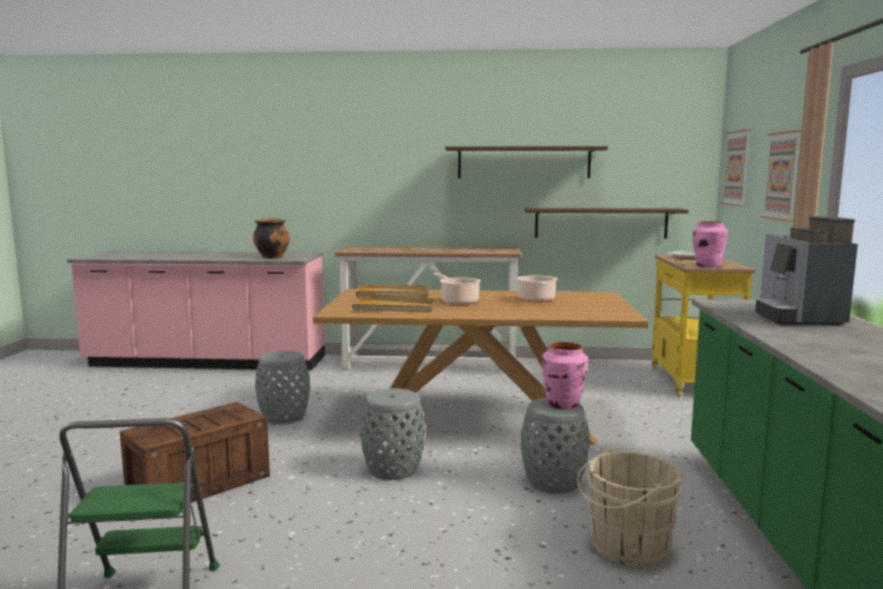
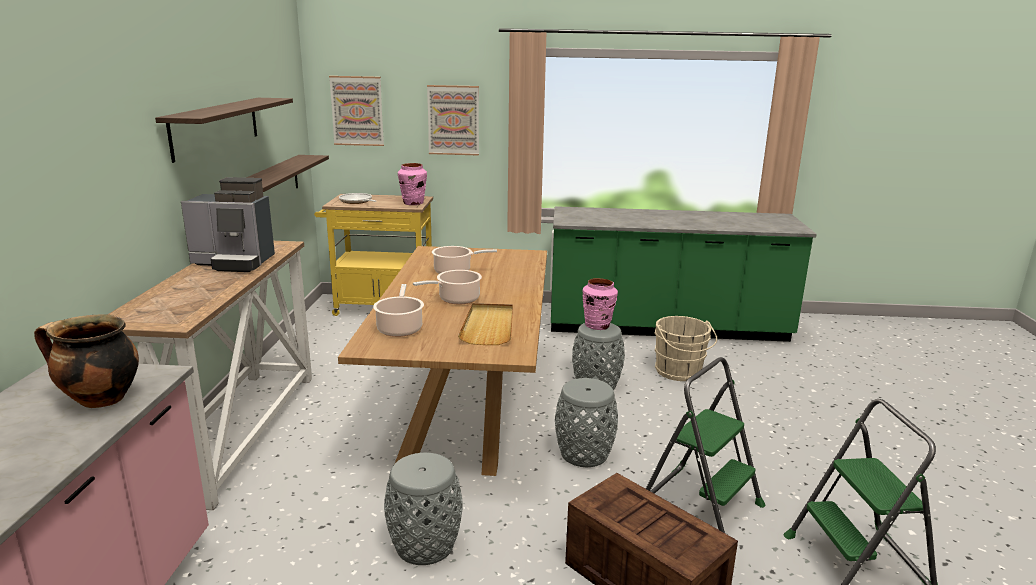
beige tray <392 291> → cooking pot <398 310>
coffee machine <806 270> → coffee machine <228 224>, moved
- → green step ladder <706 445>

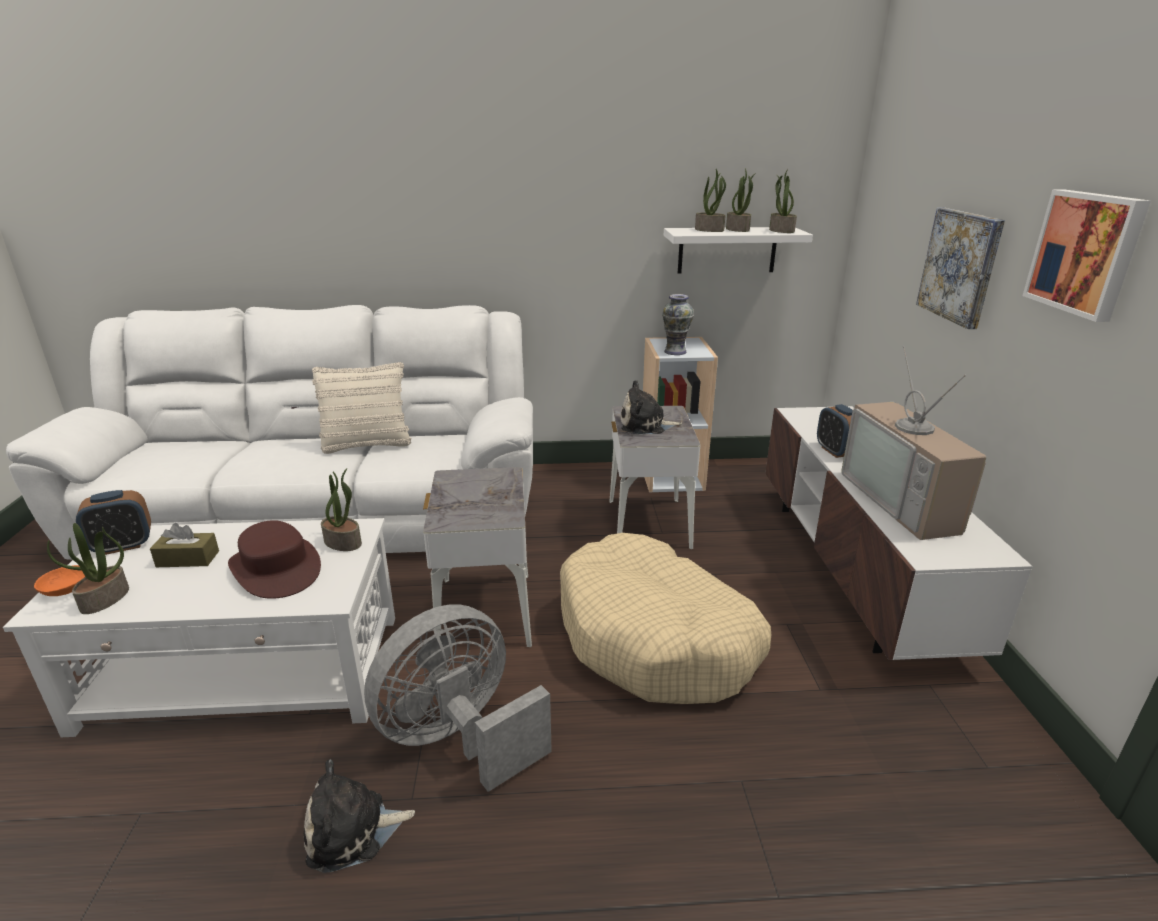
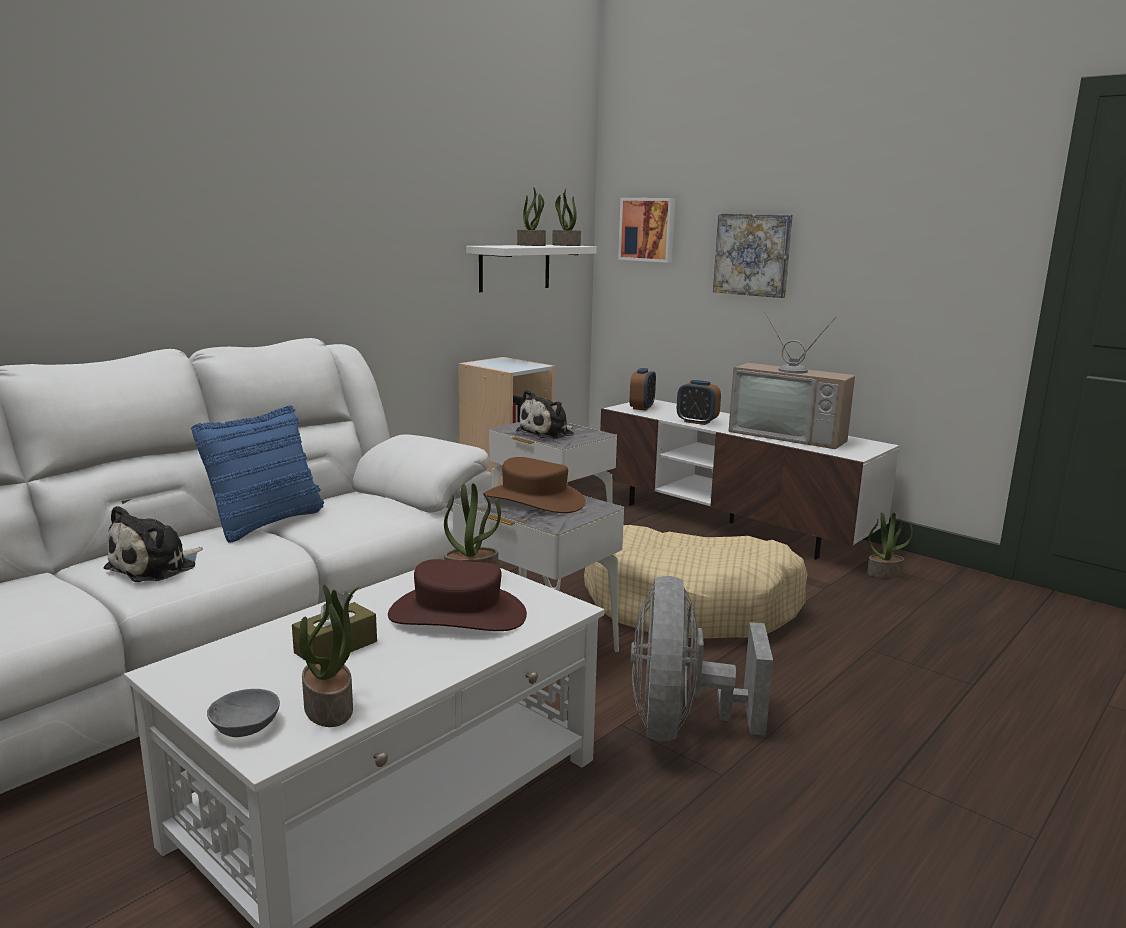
orange bowl <60 580> → grey bowl <243 713>
alarm clock <113 522> → alarm clock <643 389>, moved
plush toy <359 816> → plush toy <153 544>, moved
beige pillow <362 408> → blue pillow <257 474>
vase <678 324> → -
potted plant <710 200> → potted plant <890 545>, moved
picture <1086 256> → picture <646 230>, moved
- → brown hat <534 485>

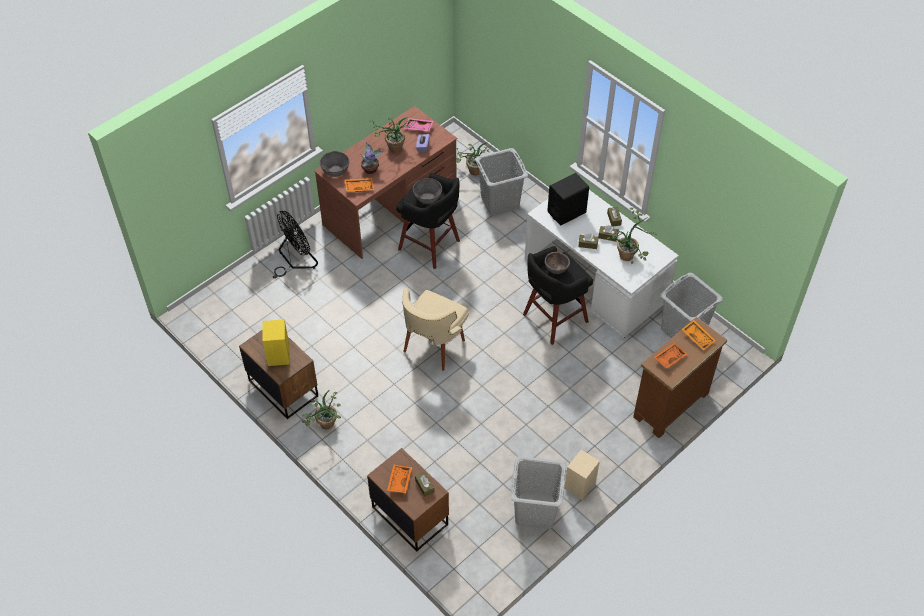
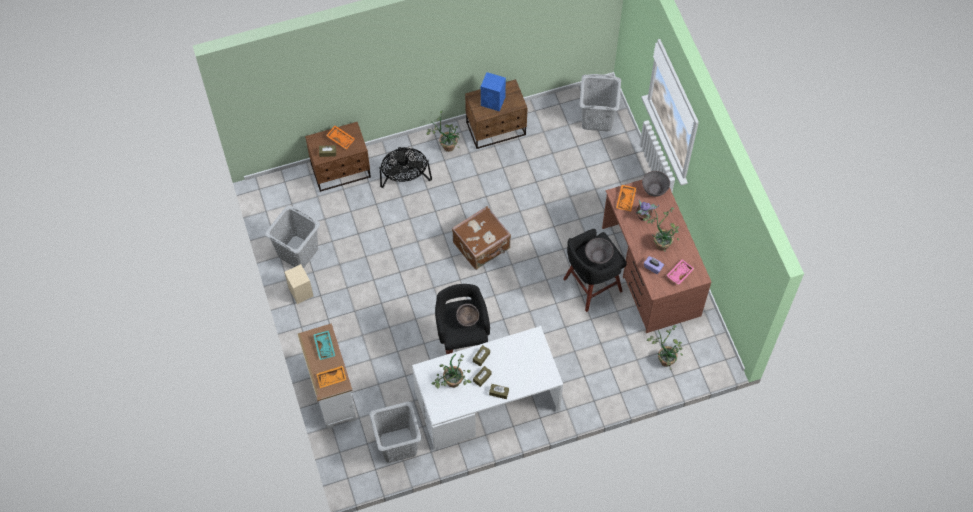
yellow speaker <276 342> → blue speaker <493 92>
black fan <295 244> → black fan <405 167>, moved
beige chair <435 329> → brown suitcase <481 238>
grey laundry basket <501 182> → grey laundry basket <600 103>, moved
black speaker <568 199> → -
brown dresser <680 377> → white dresser <326 376>
orange tray <670 355> → turquoise tray <324 345>

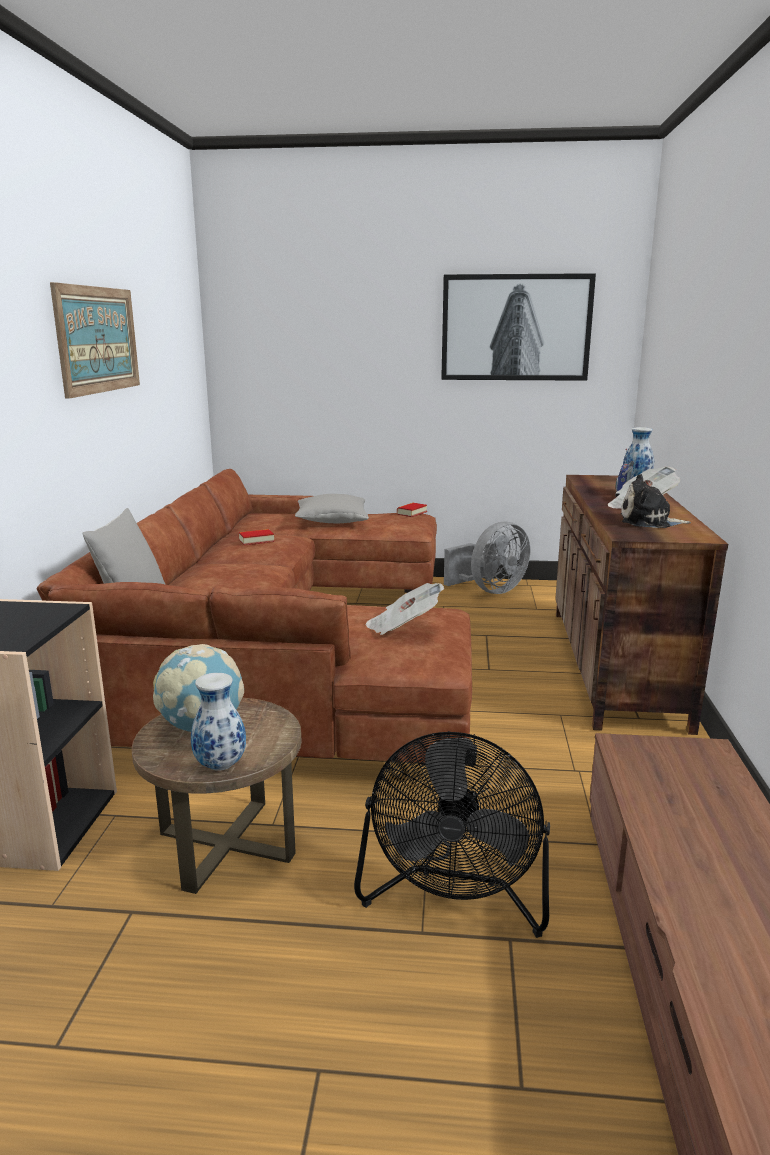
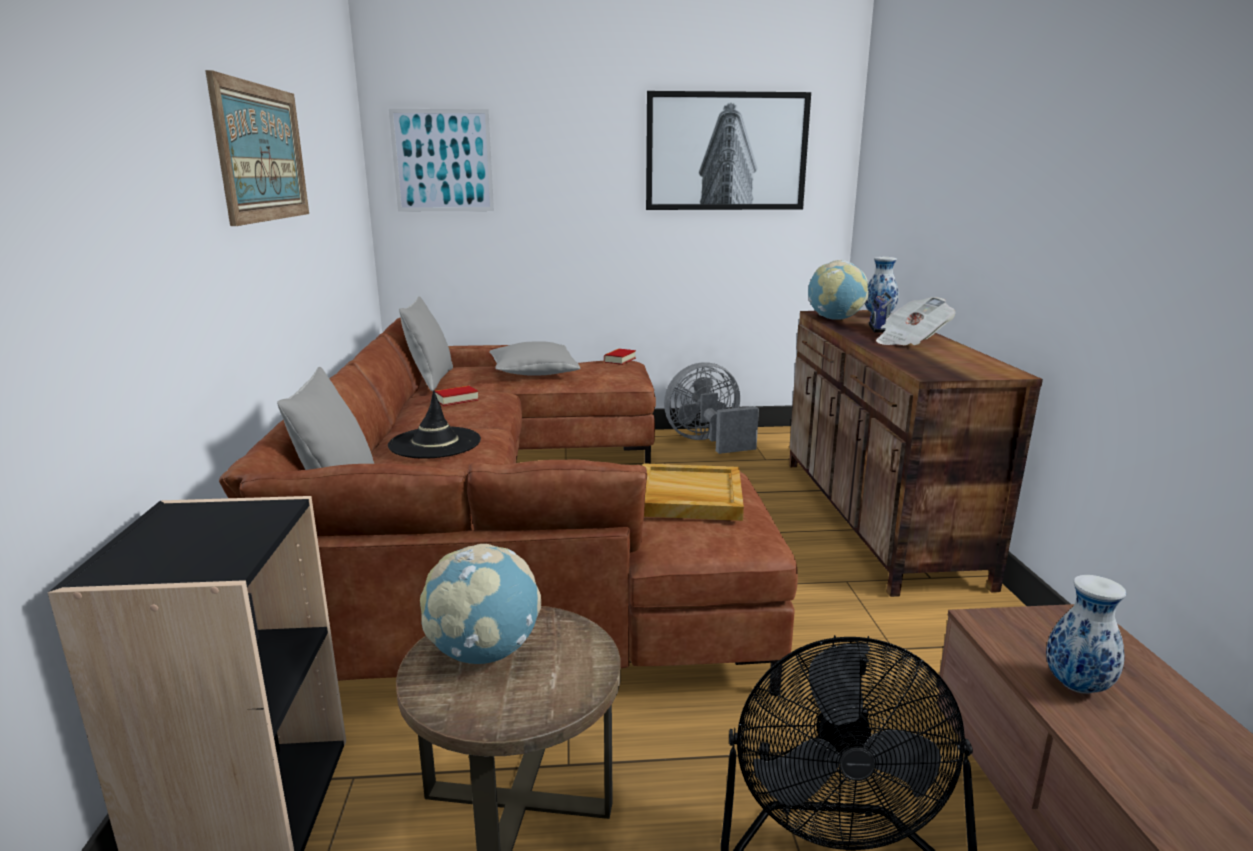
vase <218 722> → vase <1086 634>, moved
newspaper <404 609> → beige tray <693 492>
grey fan <487 558> → grey fan <711 408>, 150 degrees counterclockwise
plush toy <656 501> → -
- → black hat <434 424>
- → picture <441 160>
- → grey pillow <426 343>
- → globe <838 290>

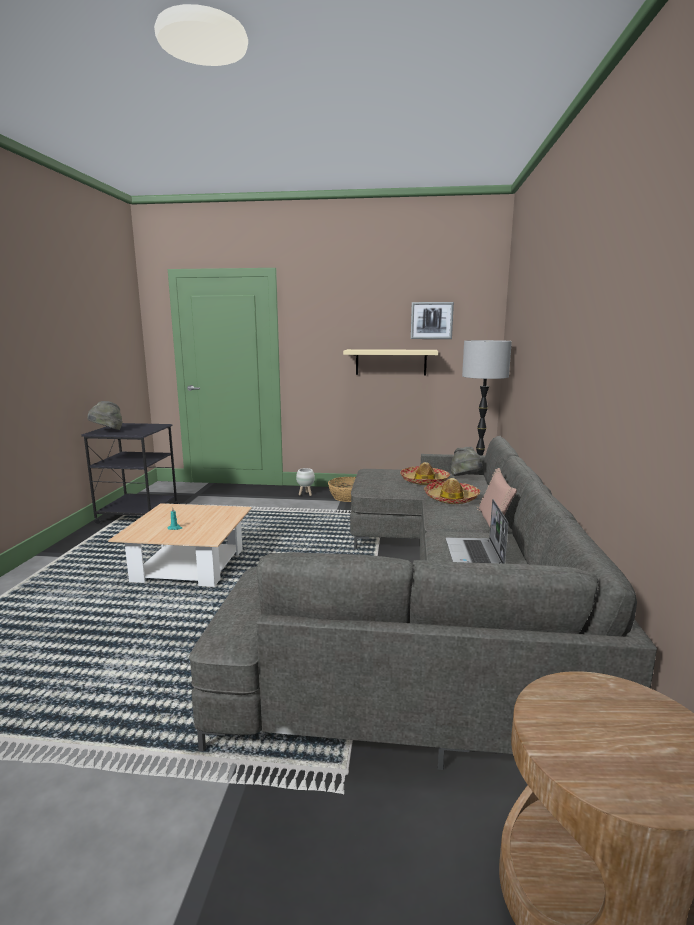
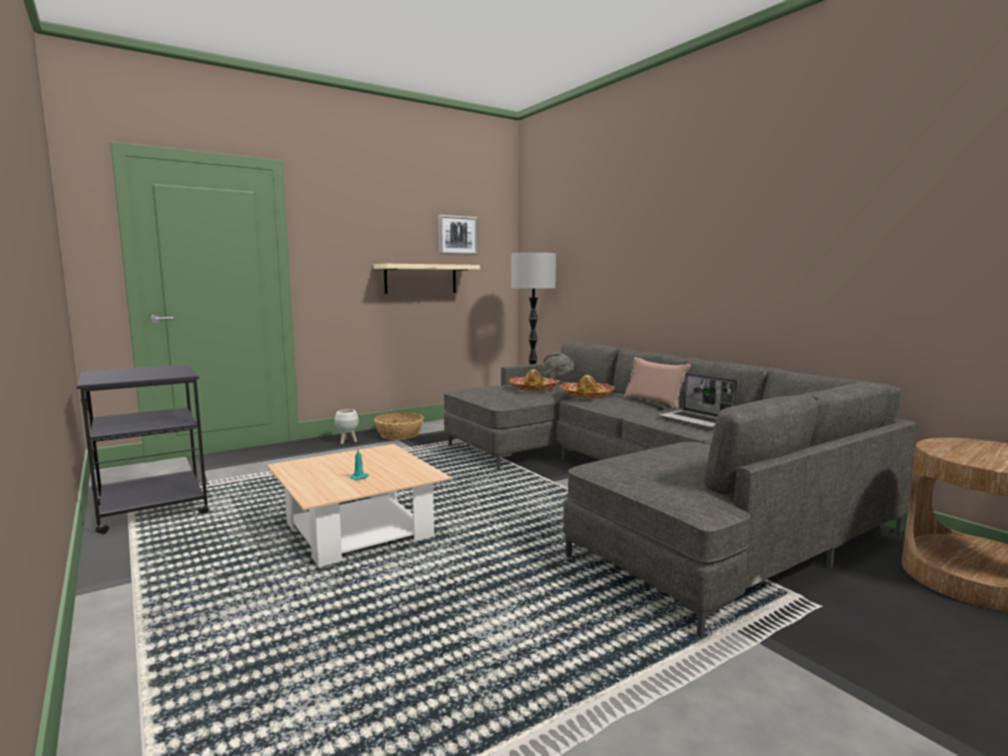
grey hat <105 415> → -

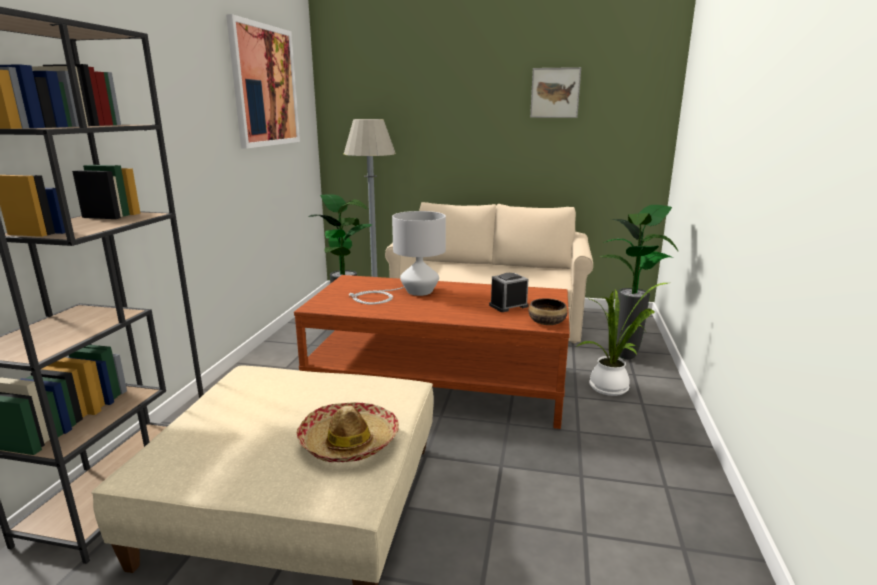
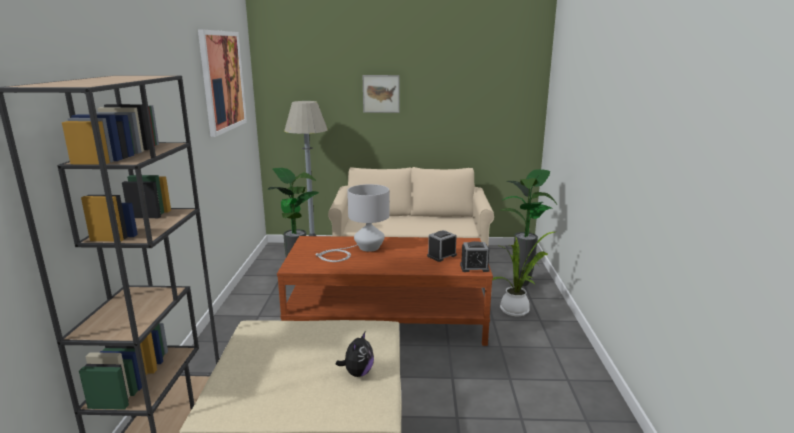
hat <348 432> → plush toy <355 354>
bowl <548 311> → alarm clock <475 256>
picture <555 92> → picture <381 94>, moved

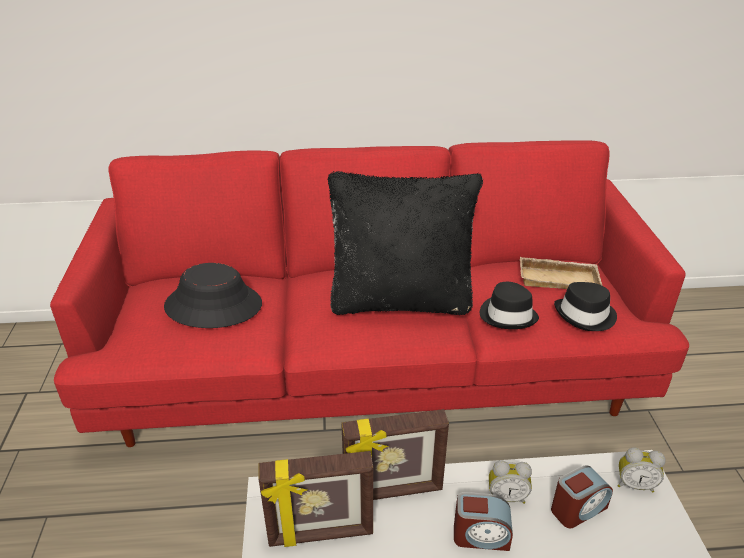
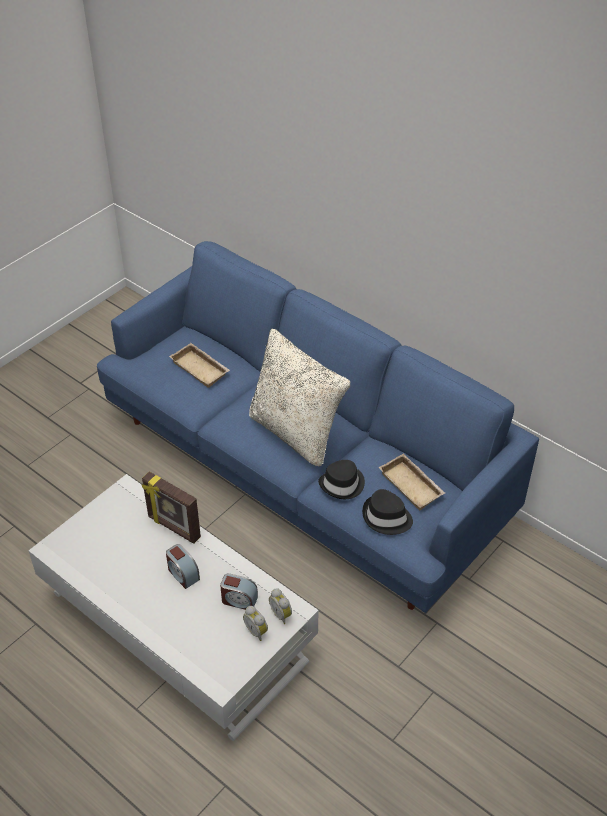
red sofa <369 293> → blue sofa <318 427>
black hat <213 295> → beige tray <199 365>
picture frame <316 499> → -
black pillow <405 243> → beige pillow <300 398>
alarm clock <510 482> → alarm clock <255 623>, moved

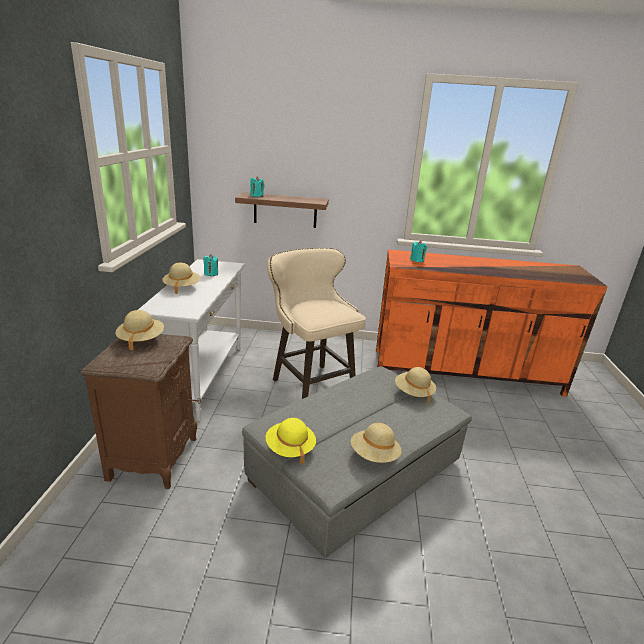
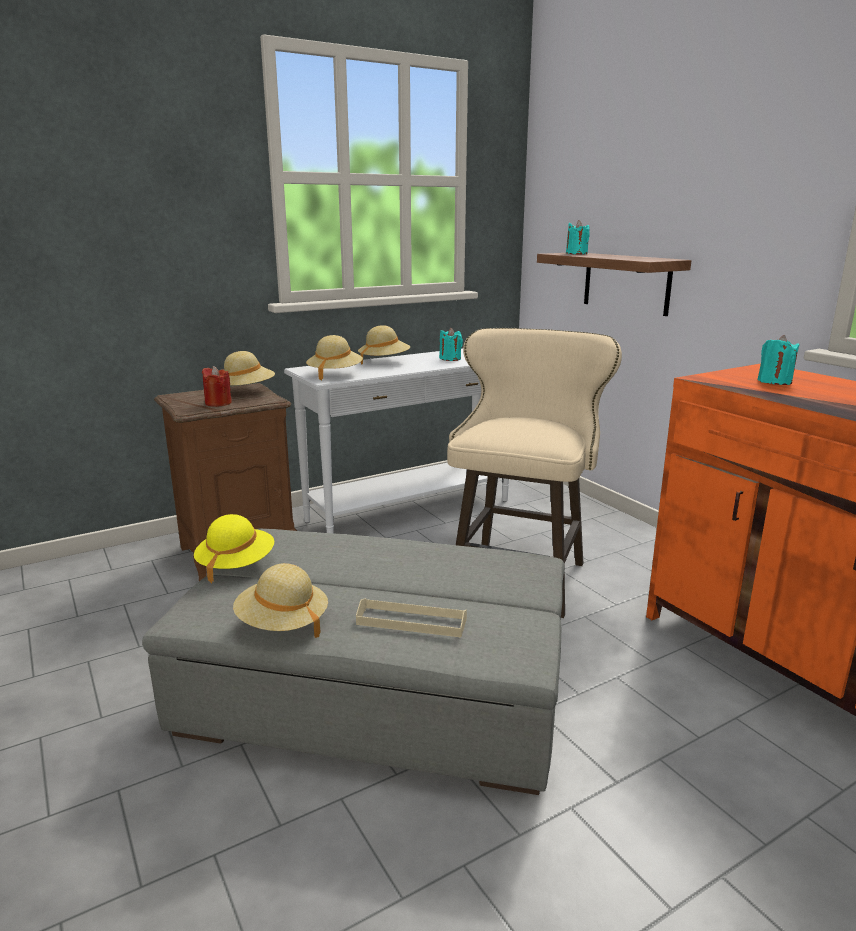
beige hat <415 385> → beige hat <334 357>, moved
- → red candle <217 386>
- → beige tray <411 617>

